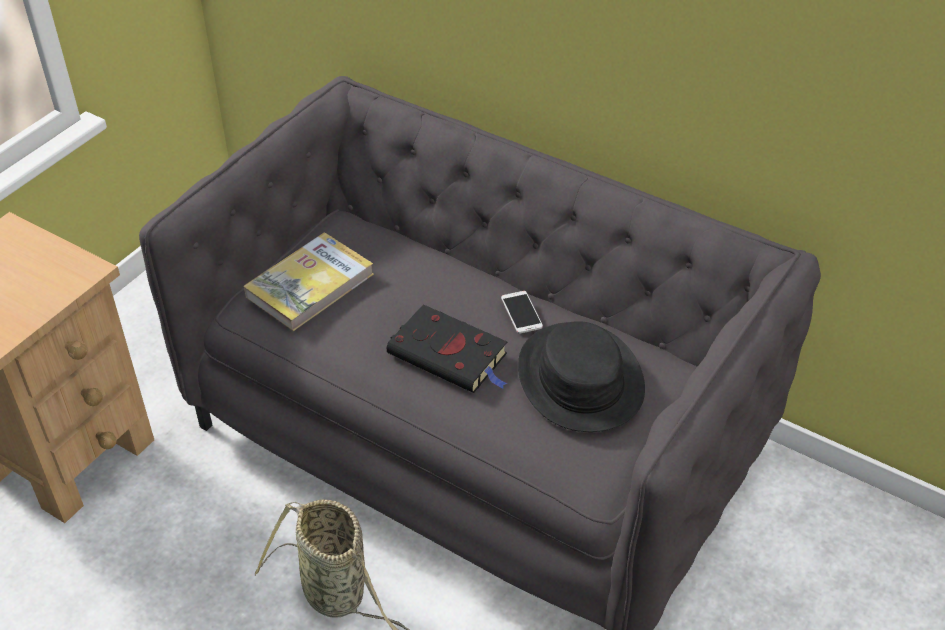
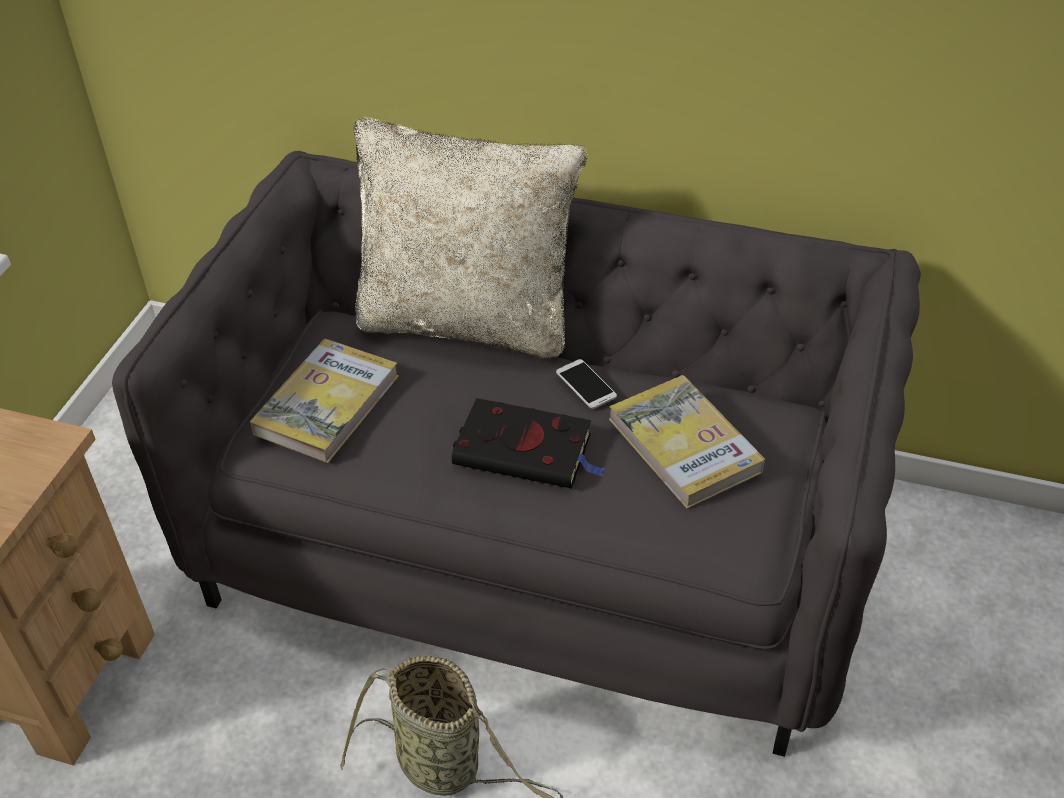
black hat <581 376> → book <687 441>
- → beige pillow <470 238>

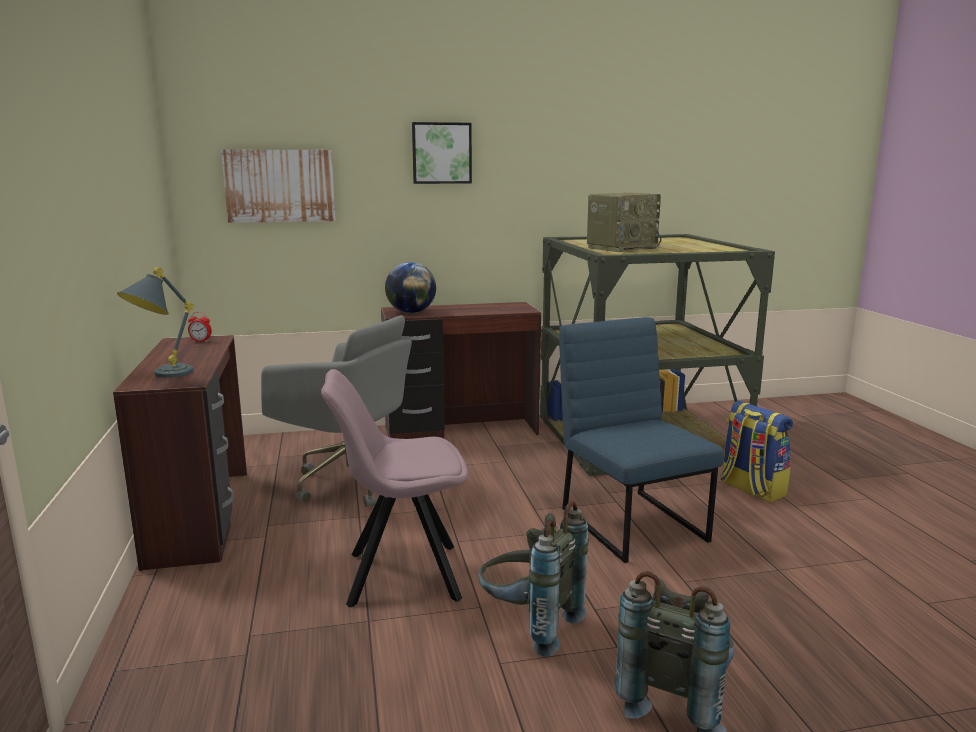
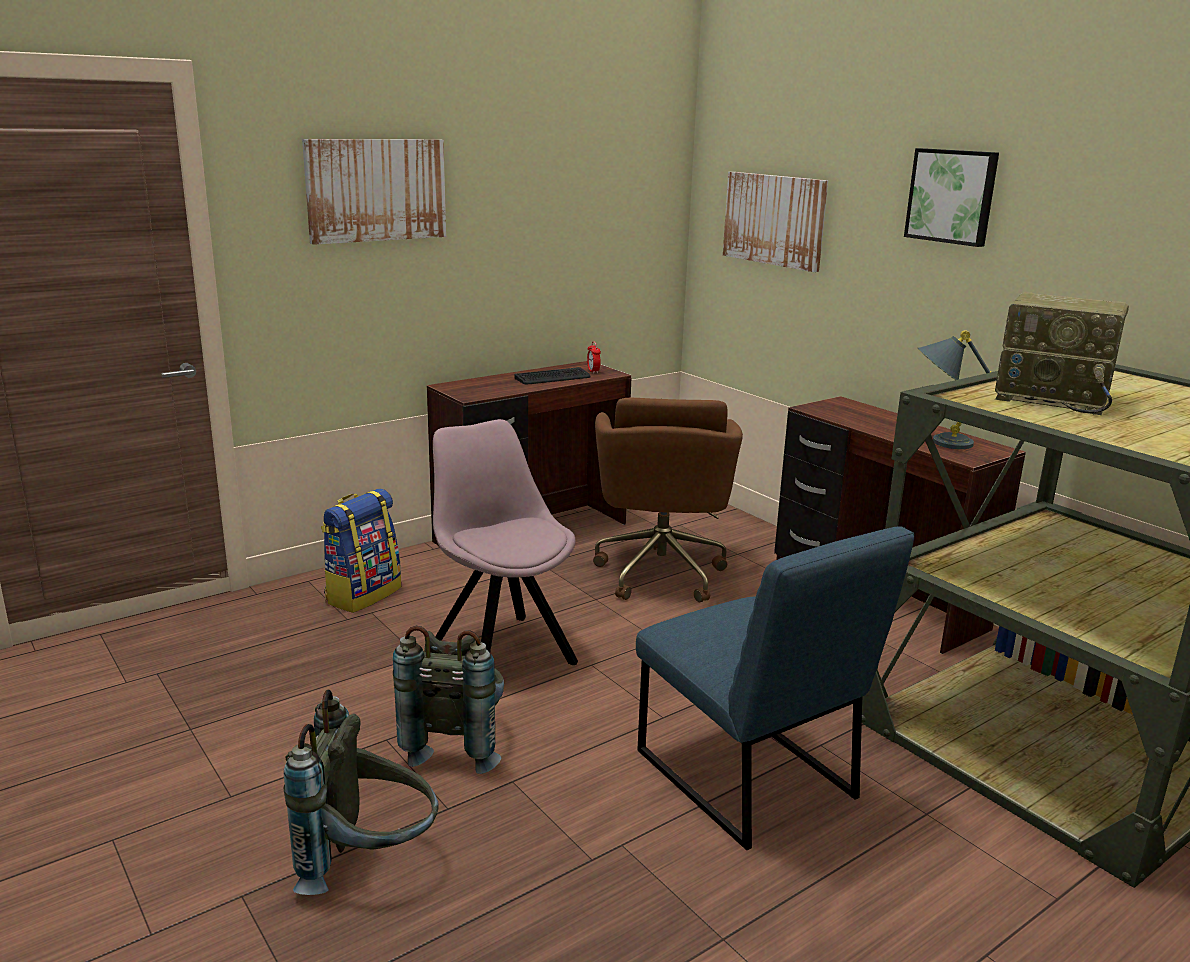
grey table lamp <155 322> → grey table lamp <954 389>, moved
grey office chair <336 411> → brown office chair <668 500>
globe <410 287> → -
blue chair <641 440> → blue chair <775 688>, 105 degrees clockwise
backpack <757 451> → backpack <361 551>, moved
- → picture <374 192>
- → keyboard <553 375>

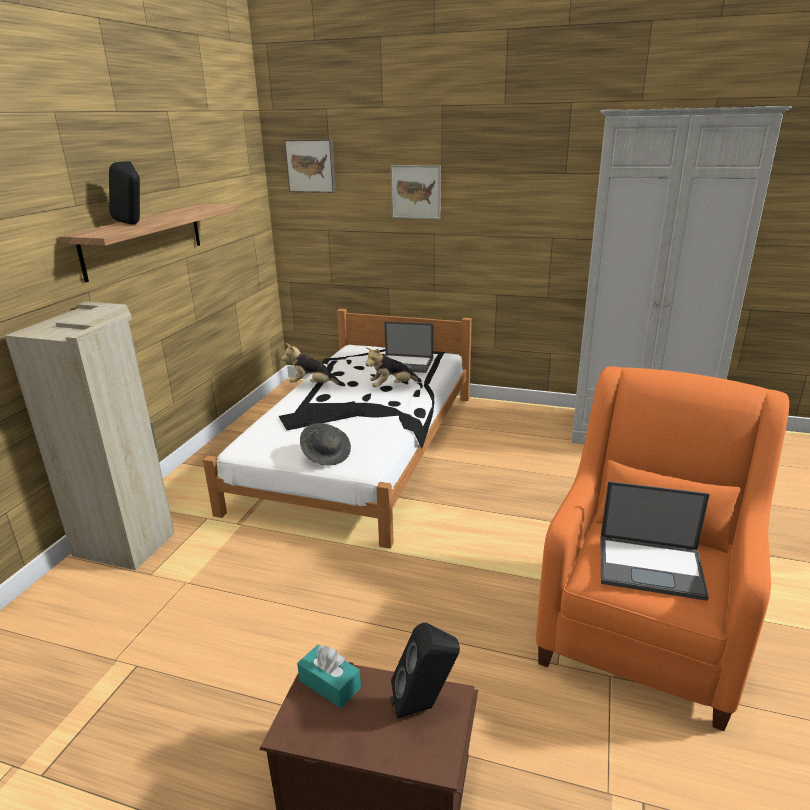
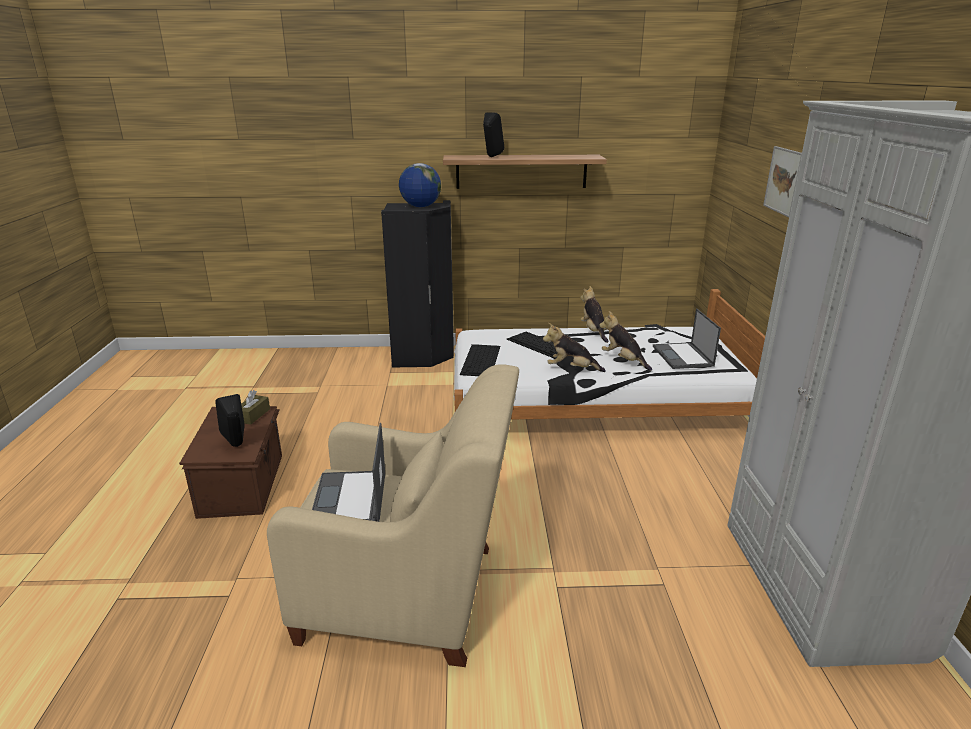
beige cabinet <89 435> → black cabinet <417 283>
picture <310 166> → -
turquoise tissue box <329 676> → brown tissue box <255 407>
grey hat <325 444> → keyboard <480 360>
orange armchair <662 548> → beige armchair <393 515>
- → globe <420 185>
- → plush toy <574 347>

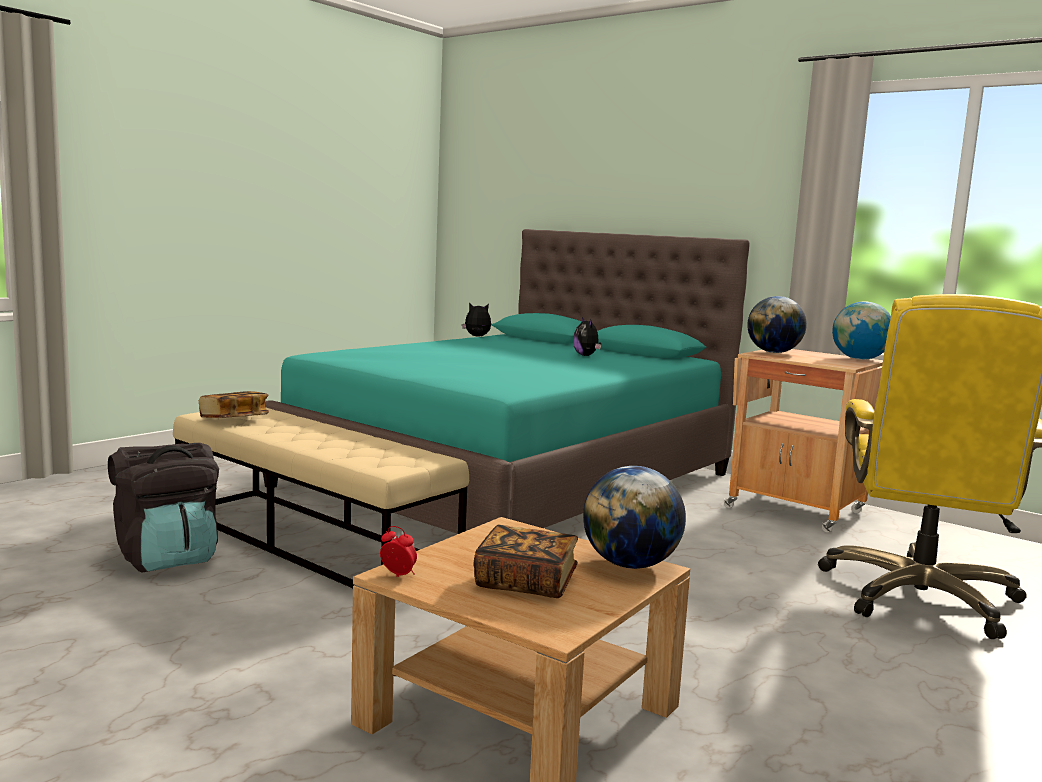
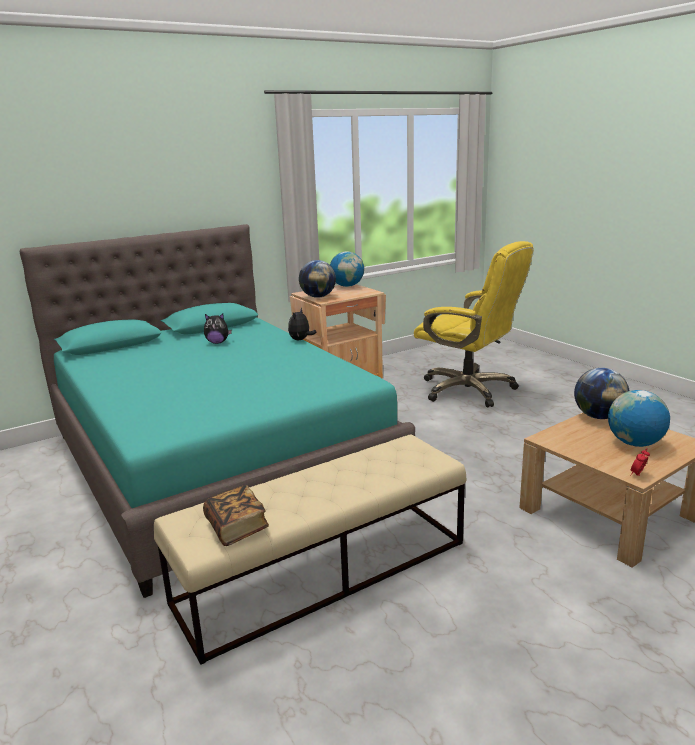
black backpack <163 508> → -
plush toy <476 320> → plush toy <302 324>, moved
book <525 561> → globe <639 418>

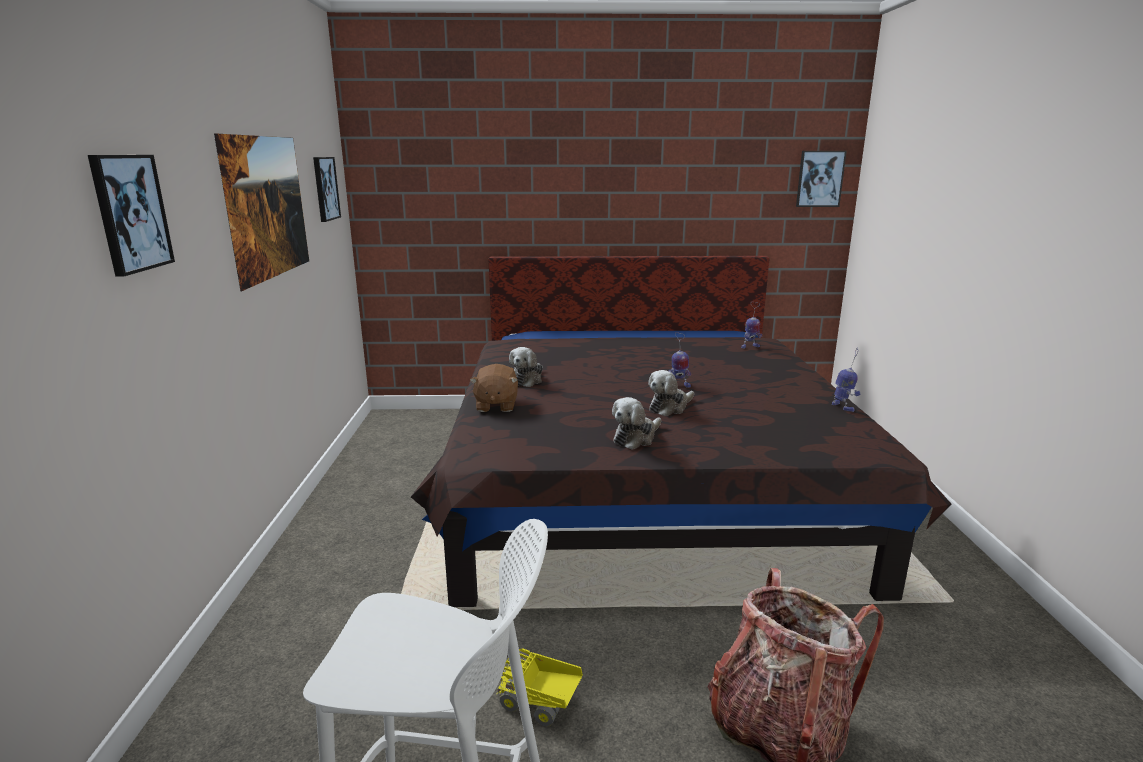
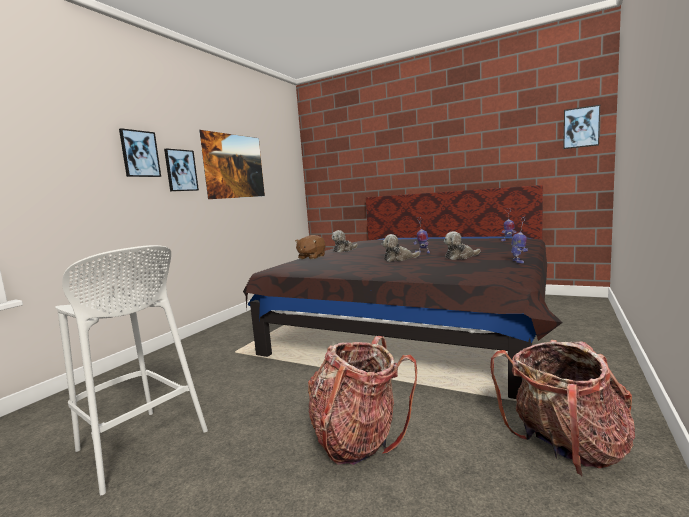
picture <327 189> → picture <181 169>, moved
toy truck <539 687> → -
plush toy <636 423> → plush toy <462 245>, moved
- → backpack <562 408>

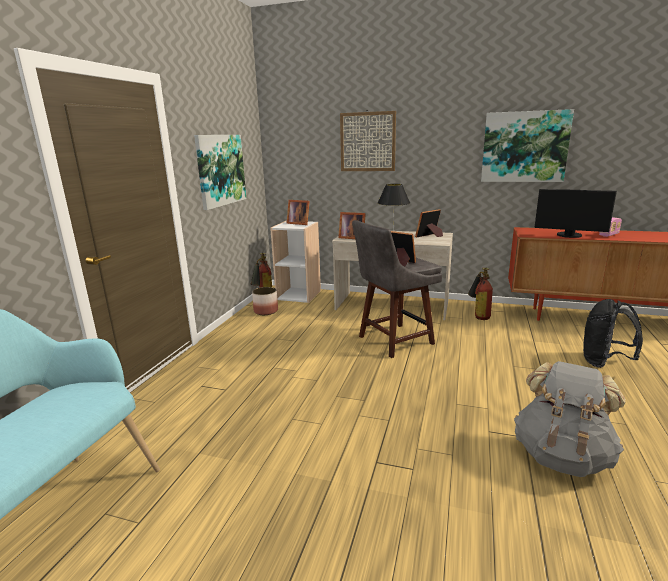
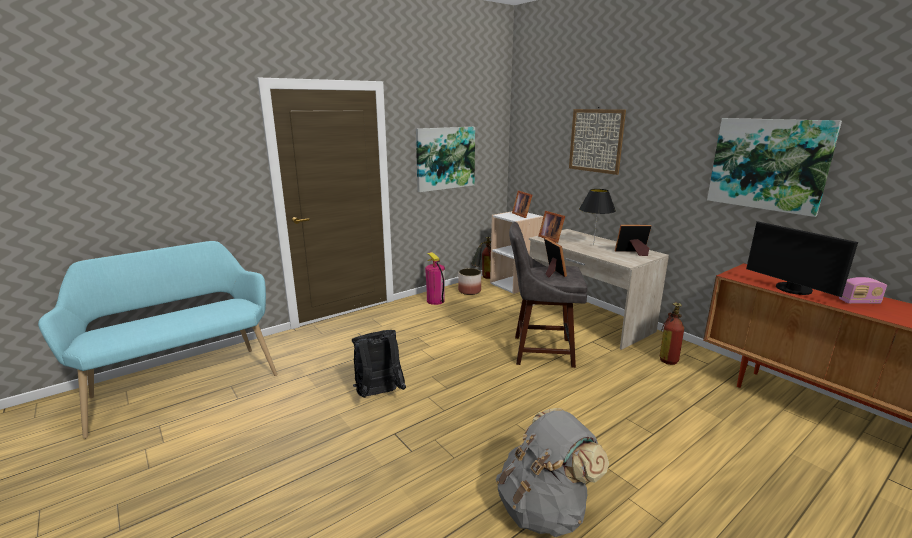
black backpack <613 333> → black backpack <379 364>, moved
- → fire extinguisher <435 278>

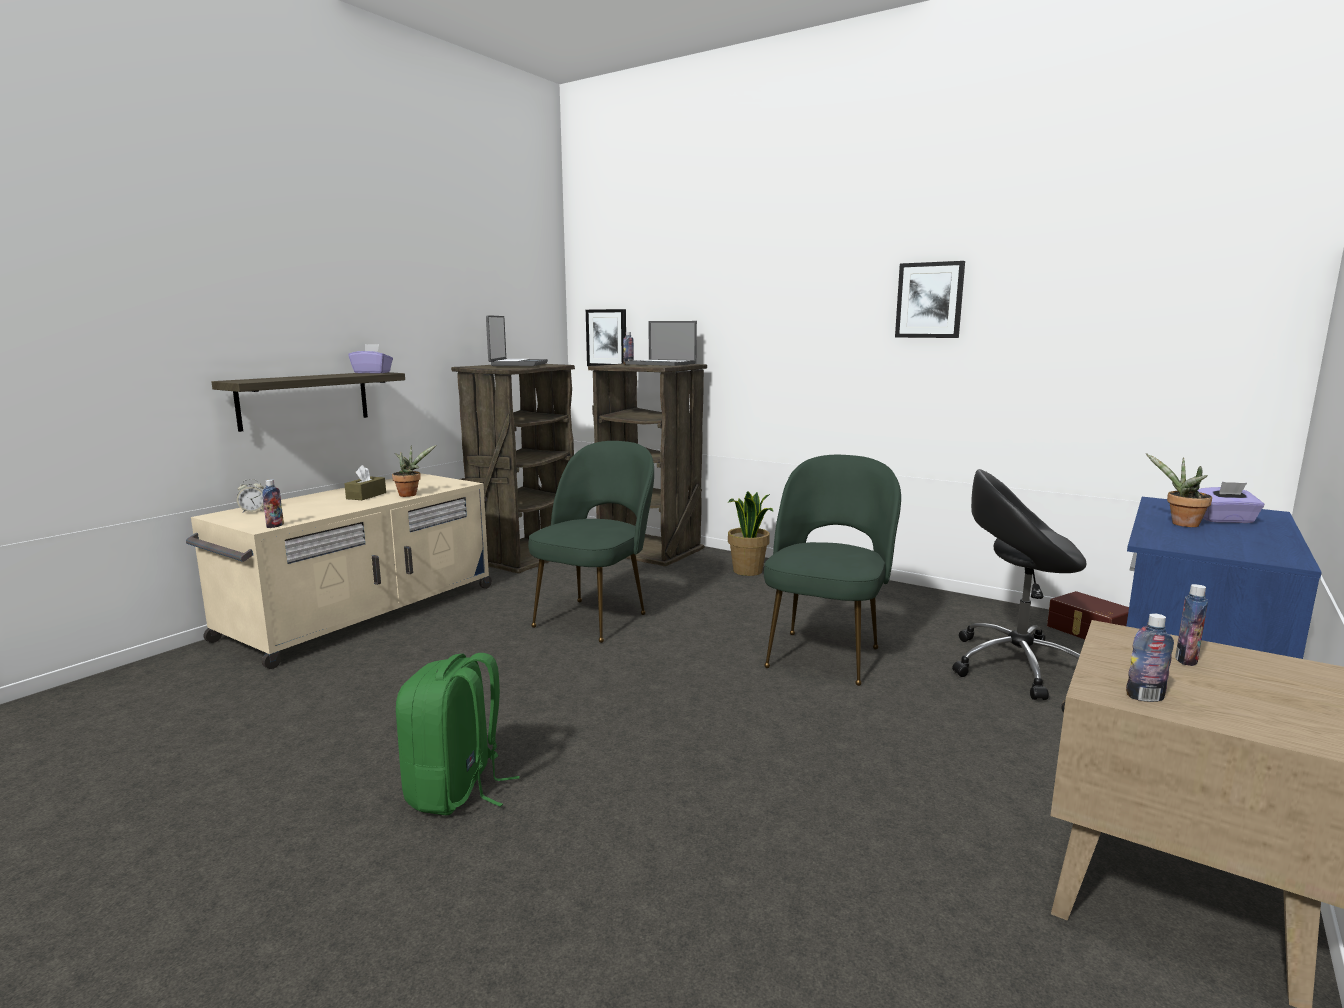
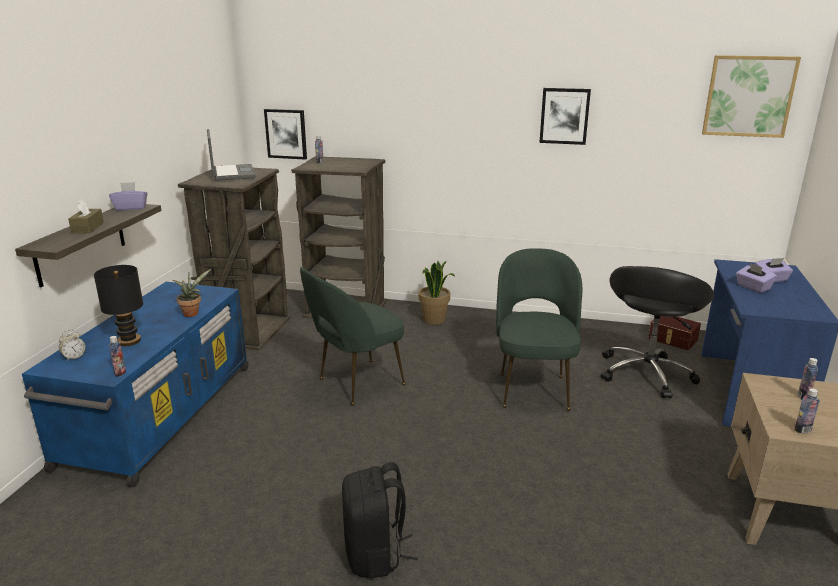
beige cabinet <339 571> → blue cabinet <135 384>
brown tissue box <365 482> → brown tissue box <86 216>, moved
green backpack <457 734> → black backpack <380 520>
green chair <591 542> → green chair <353 336>, 135 degrees counterclockwise
laptop <661 343> → -
black office chair <1019 584> → black office chair <657 332>, 60 degrees counterclockwise
potted plant <1179 490> → purple tissue box <756 278>
- → black table lamp <118 305>
- → picture <751 96>

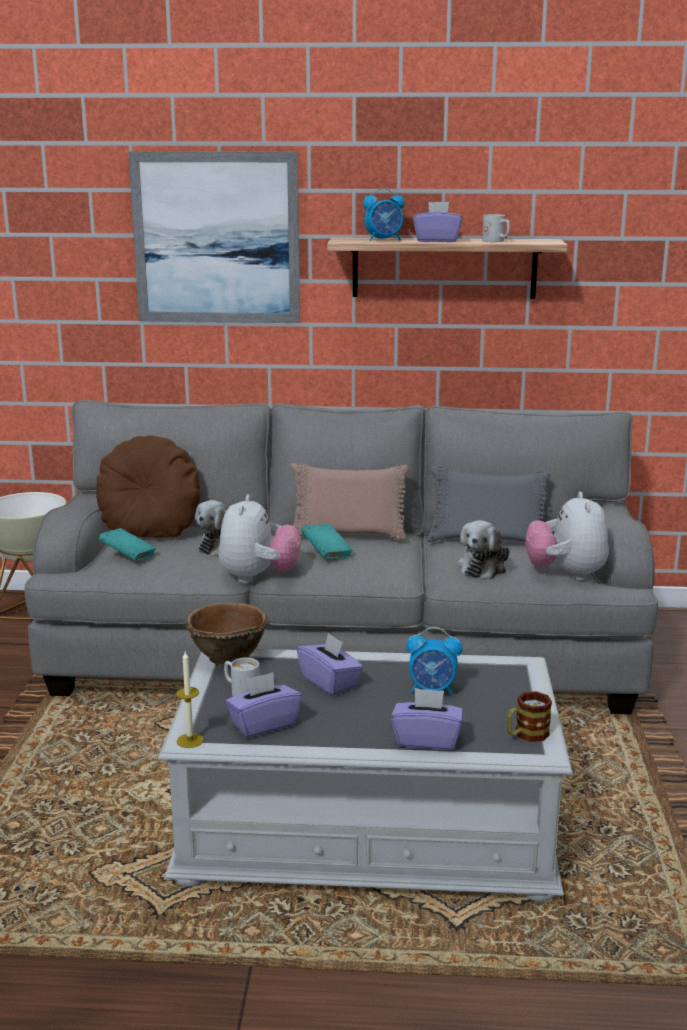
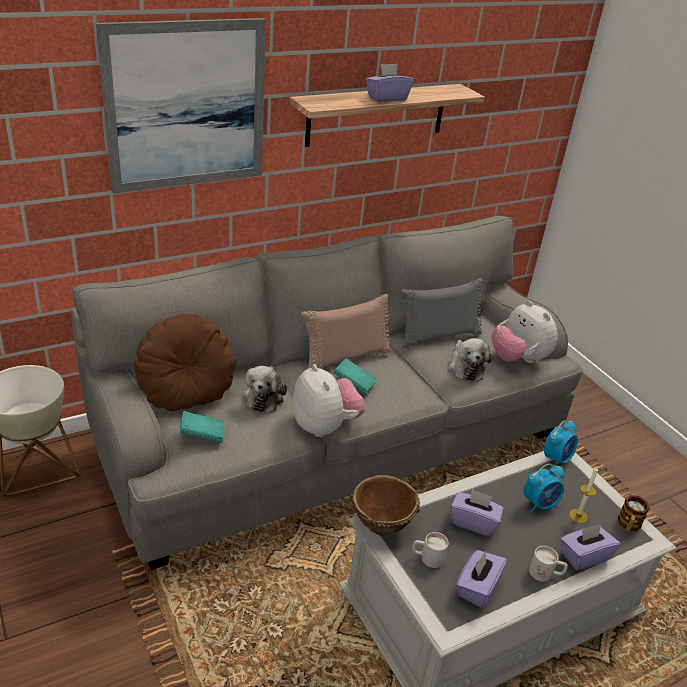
candle <190 700> → candle <583 495>, moved
alarm clock <384 214> → alarm clock <561 443>, moved
white mug <496 228> → white mug <548 564>, moved

